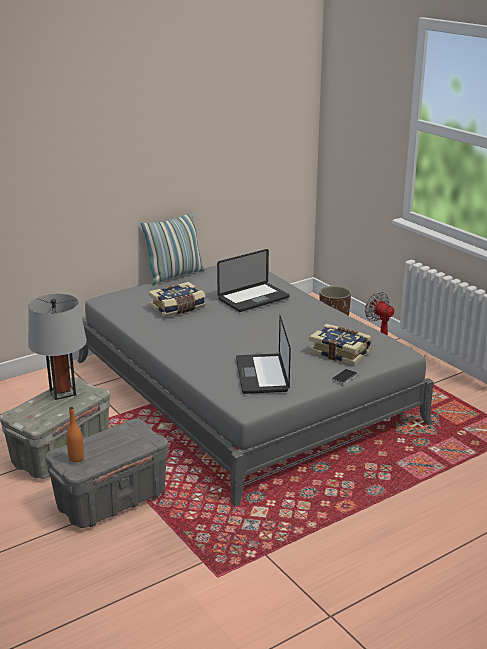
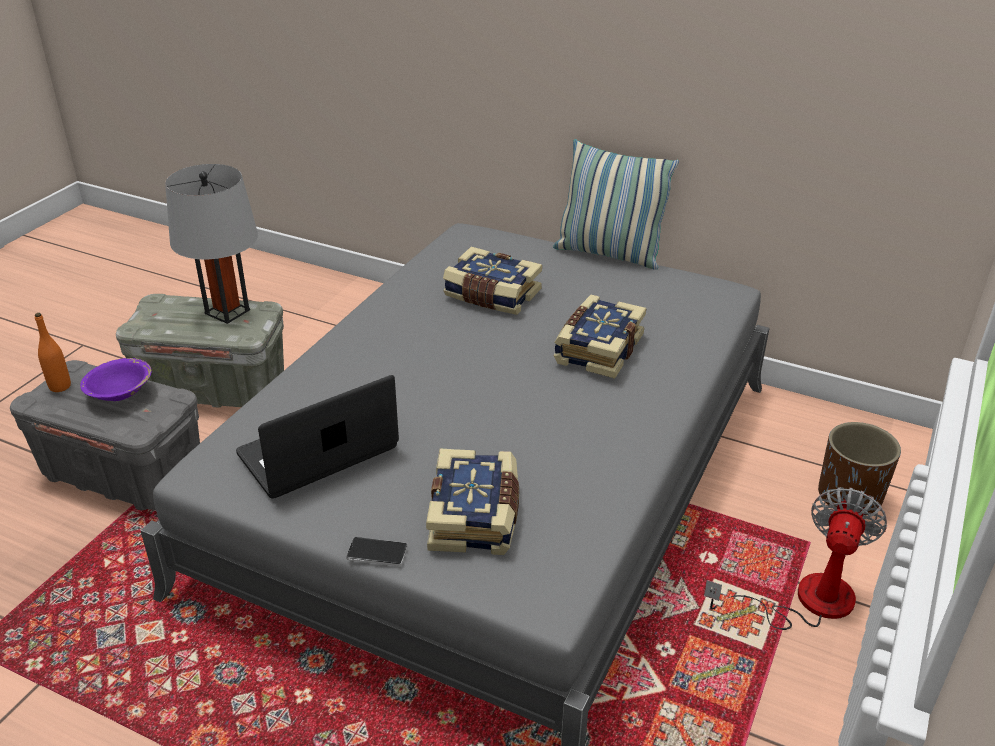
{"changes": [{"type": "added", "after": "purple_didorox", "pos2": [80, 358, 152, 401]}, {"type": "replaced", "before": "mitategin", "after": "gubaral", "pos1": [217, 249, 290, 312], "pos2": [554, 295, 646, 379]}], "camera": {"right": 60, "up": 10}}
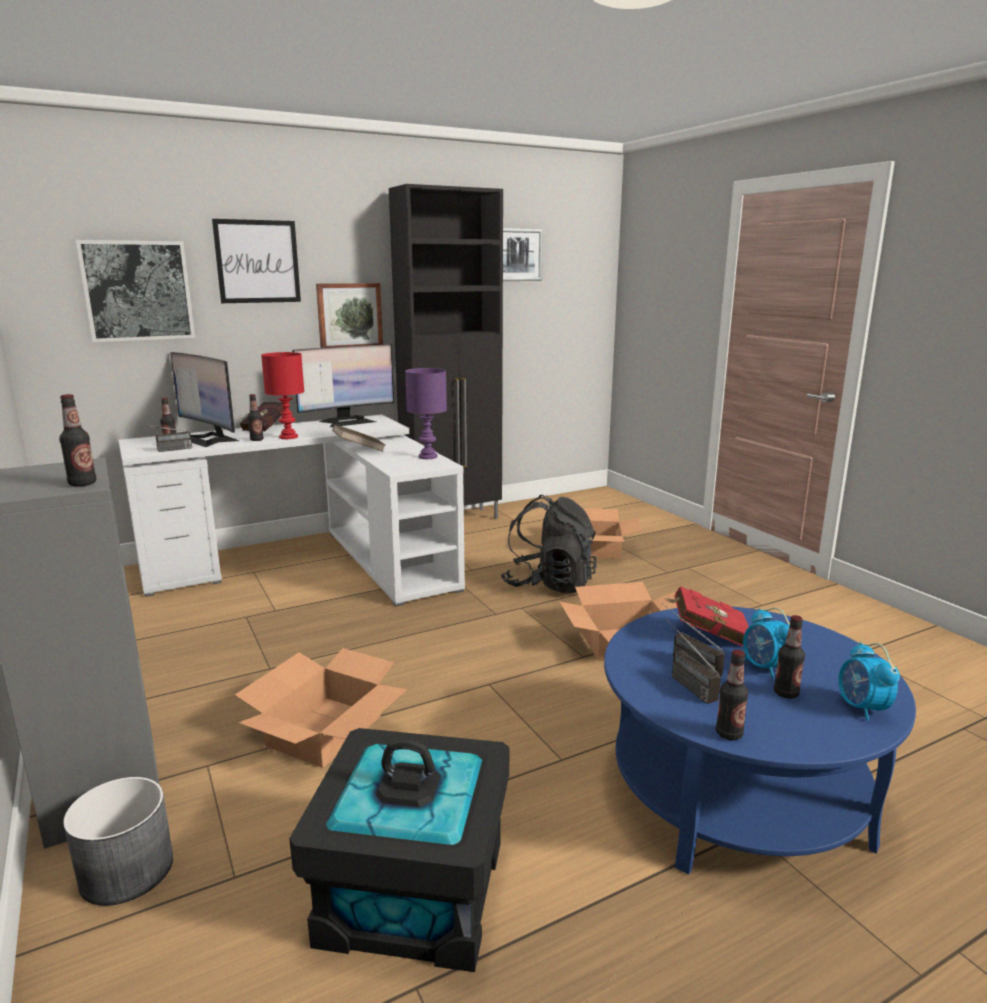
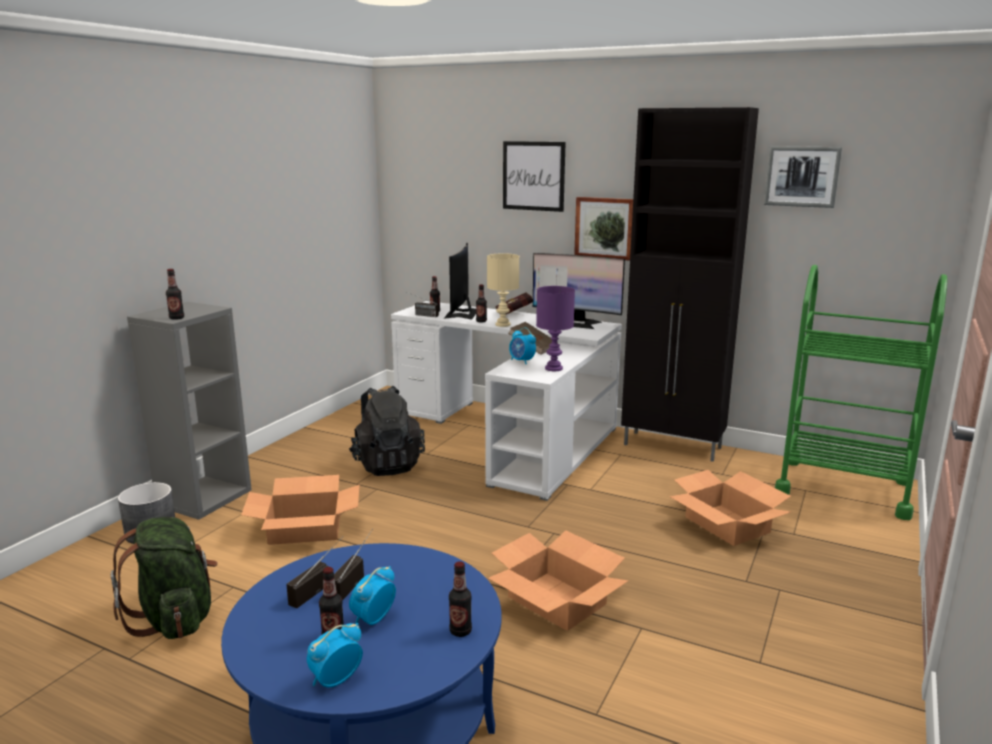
{"changes": [{"type": "removed", "before": "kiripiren", "pos1": [76, 240, 195, 342]}, {"type": "removed", "before": "red_gubaral", "pos1": [664, 586, 749, 647]}, {"type": "added", "after": "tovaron", "pos2": [509, 327, 536, 364]}, {"type": "added", "after": "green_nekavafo", "pos2": [775, 265, 947, 520]}, {"type": "moved", "before": "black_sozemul", "pos1": [501, 495, 597, 593], "pos2": [349, 386, 425, 476]}, {"type": "moved", "before": "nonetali", "pos1": [716, 650, 748, 740], "pos2": [449, 561, 472, 637]}, {"type": "replaced", "before": "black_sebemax", "after": "green_sozemul", "pos1": [289, 728, 509, 972], "pos2": [111, 517, 218, 639]}, {"type": "recoloured", "before": "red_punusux", "after": "beige_punusux", "pos1": [261, 352, 304, 439], "pos2": [487, 253, 519, 327]}], "camera": {"right": 55, "up": 0}}
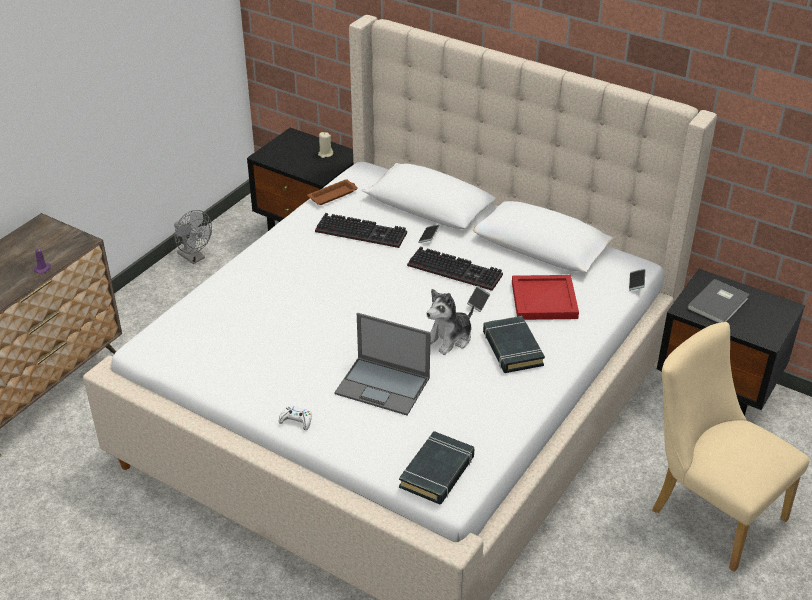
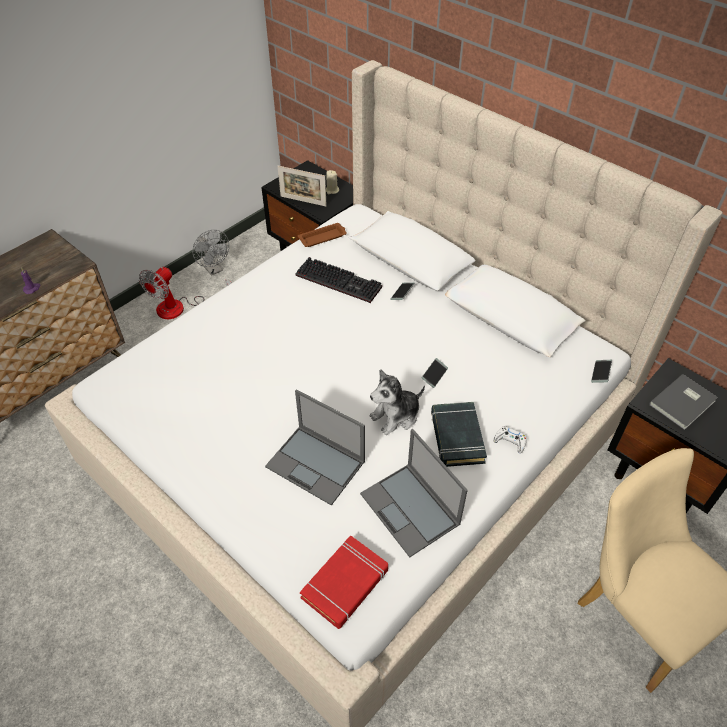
{"changes": [{"type": "removed", "before": "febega", "pos1": [407, 246, 503, 291]}, {"type": "removed", "before": "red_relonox", "pos1": [512, 275, 579, 320]}, {"type": "added", "after": "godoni", "pos2": [139, 267, 232, 319]}, {"type": "added", "after": "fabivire", "pos2": [277, 166, 327, 206]}, {"type": "added", "after": "mitategin", "pos2": [360, 429, 468, 558]}, {"type": "moved", "before": "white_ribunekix", "pos1": [279, 406, 312, 430], "pos2": [493, 426, 527, 453]}, {"type": "recoloured", "before": "black_gubaral", "after": "red_gubaral", "pos1": [399, 431, 474, 504], "pos2": [300, 535, 388, 629]}], "camera": {"right": 10, "up": 10}}
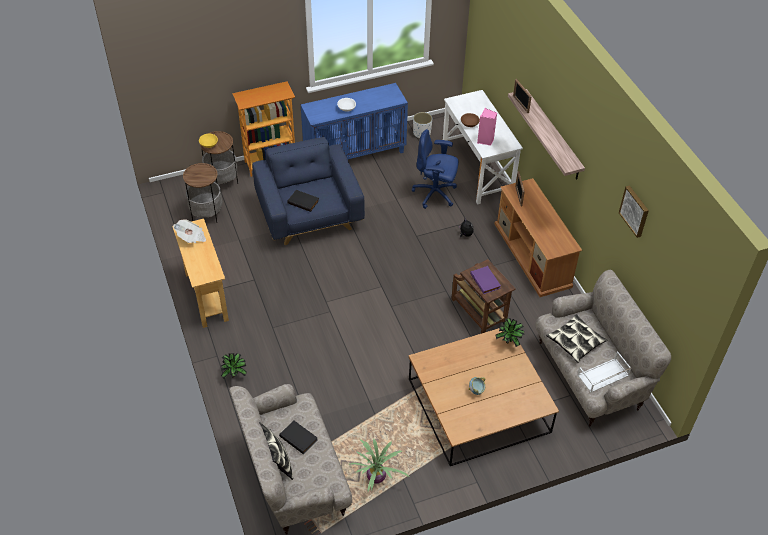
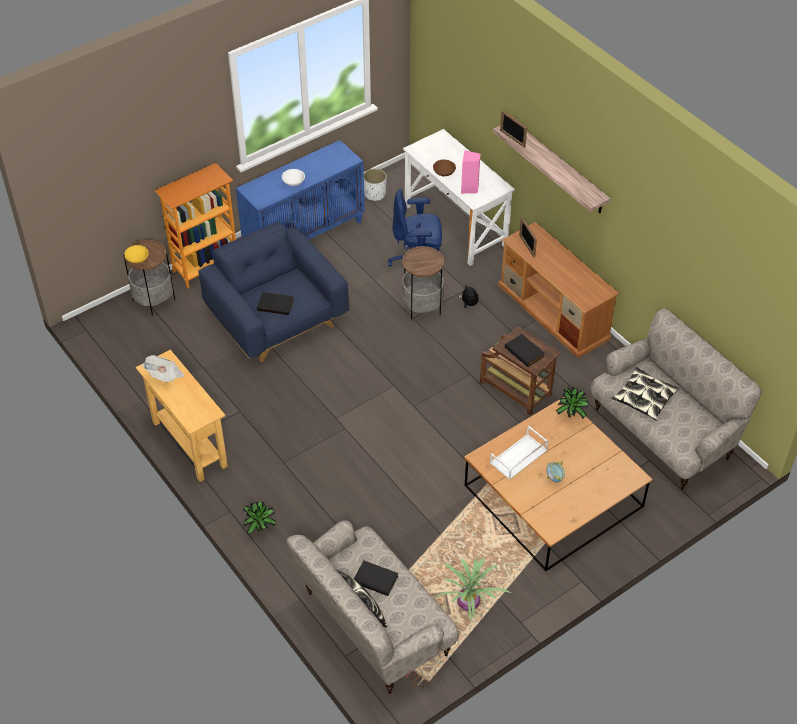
{"changes": [{"type": "removed", "before": "kiripiren", "pos1": [619, 186, 649, 238]}, {"type": "moved", "before": "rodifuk", "pos1": [183, 163, 223, 223], "pos2": [401, 246, 444, 321]}, {"type": "moved", "before": "white_relonox", "pos1": [577, 351, 632, 393], "pos2": [490, 425, 548, 480]}, {"type": "recoloured", "before": "purple_gubaral", "after": "black_gubaral", "pos1": [470, 266, 501, 294], "pos2": [505, 334, 545, 367]}], "camera": {"right": -15, "up": 0}}
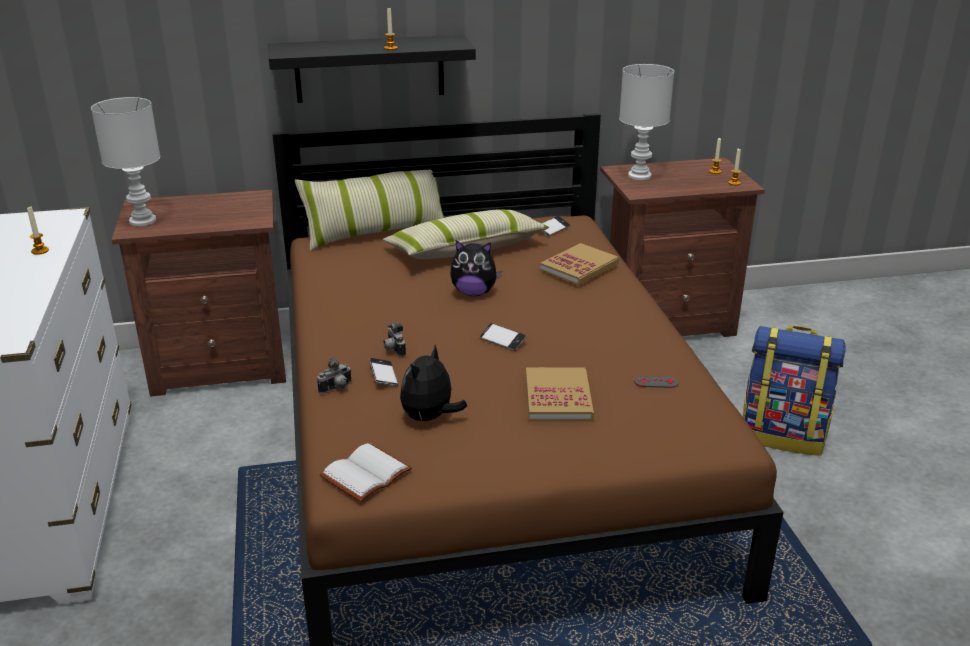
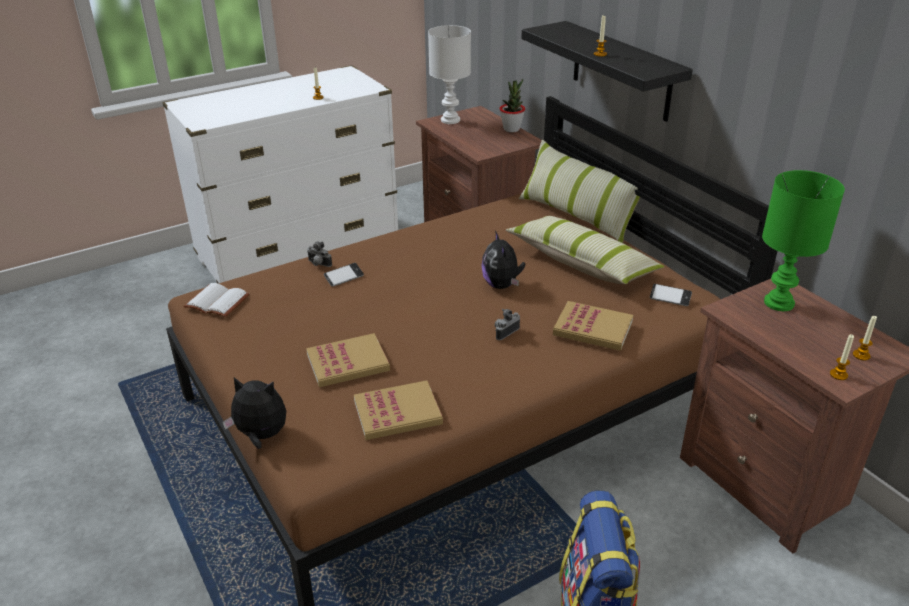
{"changes": [{"type": "removed", "before": "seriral", "pos1": [480, 323, 526, 351]}, {"type": "added", "after": "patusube", "pos2": [499, 79, 525, 132]}, {"type": "moved", "before": "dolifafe", "pos1": [383, 322, 406, 357], "pos2": [495, 309, 520, 340]}, {"type": "moved", "before": "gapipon", "pos1": [400, 345, 467, 423], "pos2": [222, 377, 286, 449]}, {"type": "replaced", "before": "grey_ribunekix", "after": "gubaral", "pos1": [634, 375, 679, 388], "pos2": [354, 381, 443, 440]}, {"type": "recoloured", "before": "white_punusux", "after": "green_punusux", "pos1": [619, 64, 674, 180], "pos2": [762, 170, 845, 311]}], "camera": {"right": 70, "up": 5}}
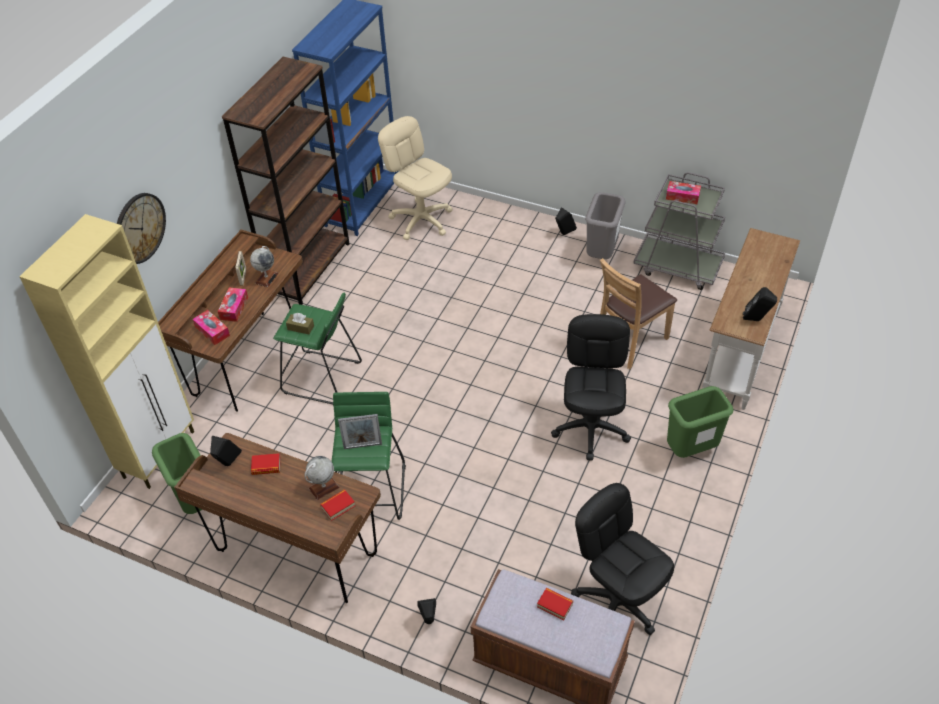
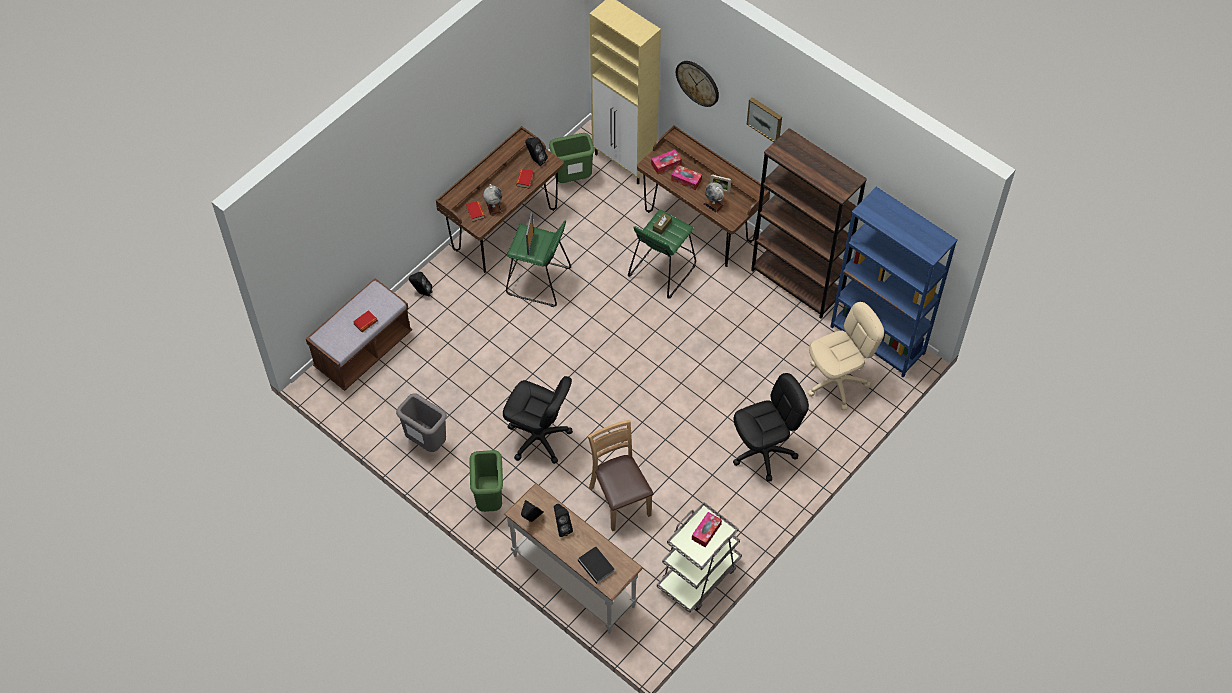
{"changes": [{"type": "added", "after": "gubaral", "pos2": [578, 547, 615, 588]}, {"type": "added", "after": "kiripiren", "pos2": [747, 97, 782, 142]}, {"type": "moved", "before": "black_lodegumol", "pos1": [555, 207, 577, 235], "pos2": [554, 504, 573, 537]}, {"type": "moved", "before": "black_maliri", "pos1": [571, 483, 674, 635], "pos2": [733, 373, 809, 482]}, {"type": "moved", "before": "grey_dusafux", "pos1": [585, 192, 626, 259], "pos2": [396, 393, 447, 452]}], "camera": {"right": 105, "up": 10}}
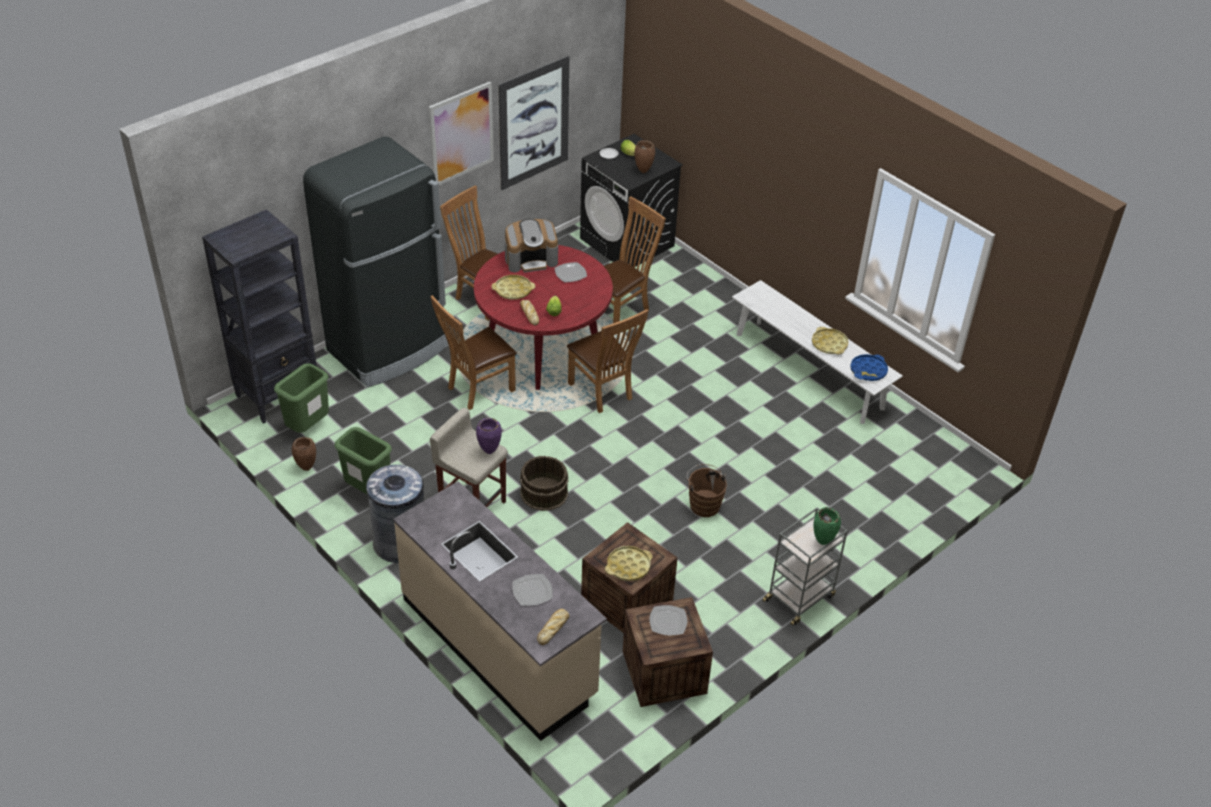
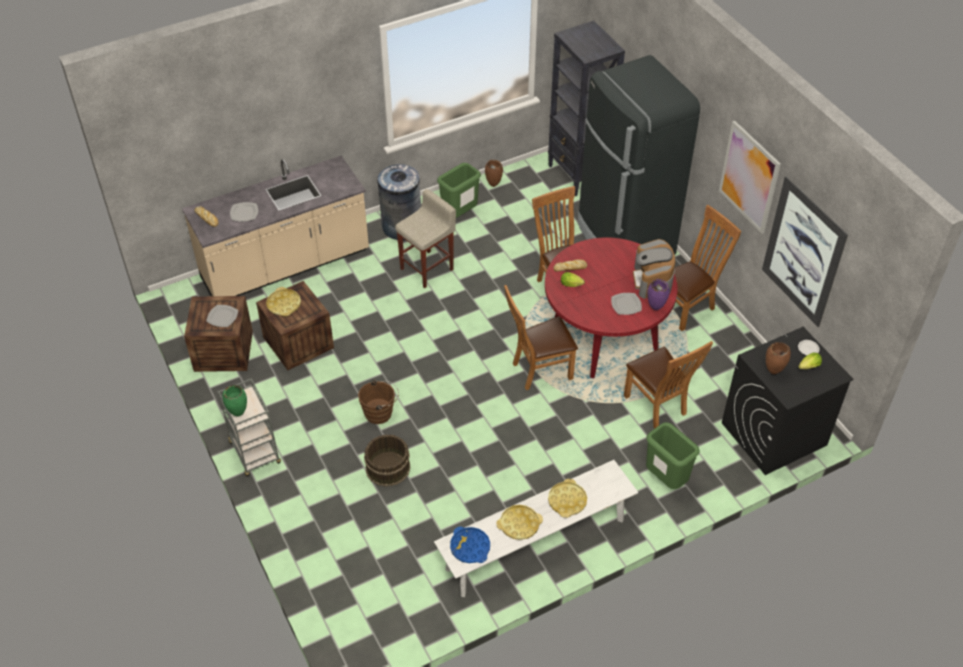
{"changes": [{"type": "moved", "before": "green_dusafux", "pos1": [274, 363, 329, 433], "pos2": [646, 422, 700, 489]}, {"type": "moved", "before": "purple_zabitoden", "pos1": [476, 418, 502, 454], "pos2": [647, 279, 670, 310]}, {"type": "moved", "before": "yellow_relonox", "pos1": [491, 275, 535, 300], "pos2": [548, 479, 587, 518]}, {"type": "moved", "before": "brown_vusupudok", "pos1": [520, 456, 568, 511], "pos2": [364, 434, 411, 487]}], "camera": {"right": 105, "up": 5}}
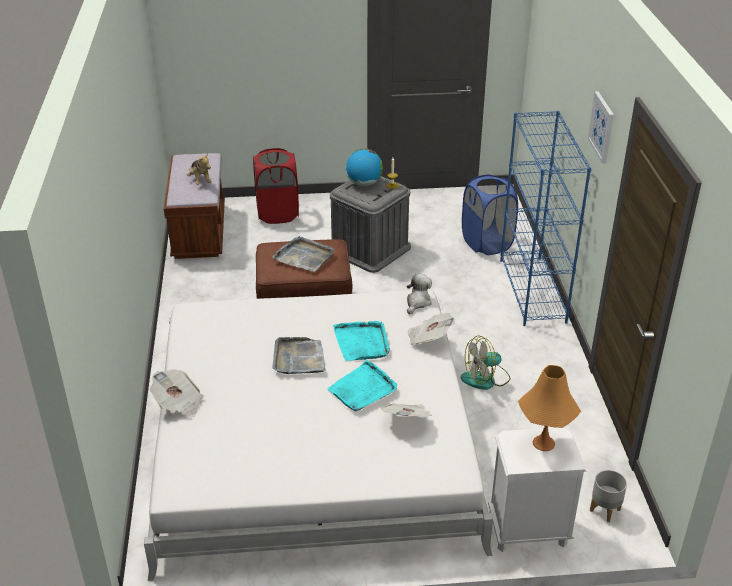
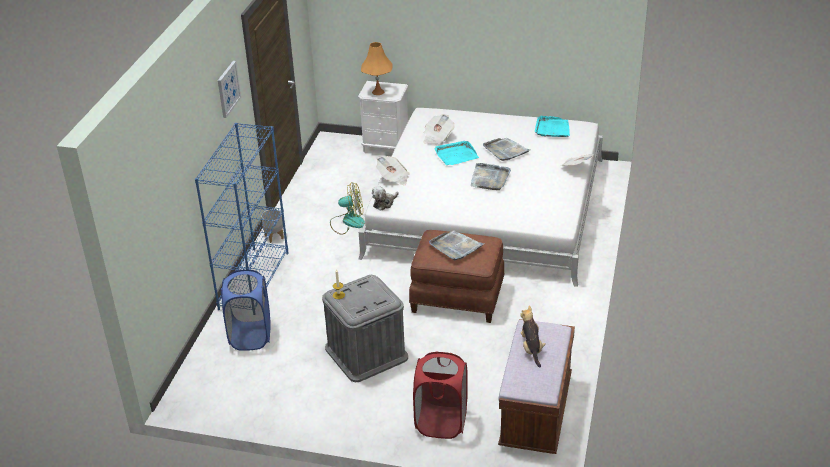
{"changes": [{"type": "removed", "before": "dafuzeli", "pos1": [346, 149, 383, 186]}, {"type": "added", "after": "grey_relonox", "pos2": [483, 138, 530, 161]}, {"type": "moved", "before": "turquoise_relonox", "pos1": [333, 321, 390, 361], "pos2": [535, 116, 570, 137]}, {"type": "moved", "before": "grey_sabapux", "pos1": [590, 470, 627, 522], "pos2": [261, 209, 284, 243]}], "camera": {"right": -160, "up": 0}}
